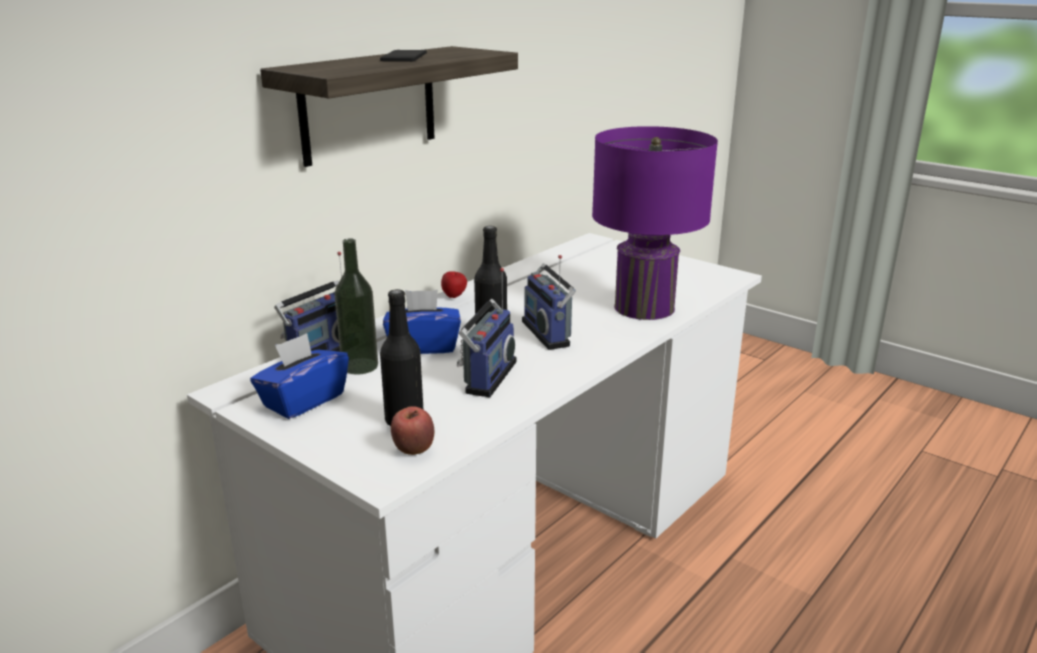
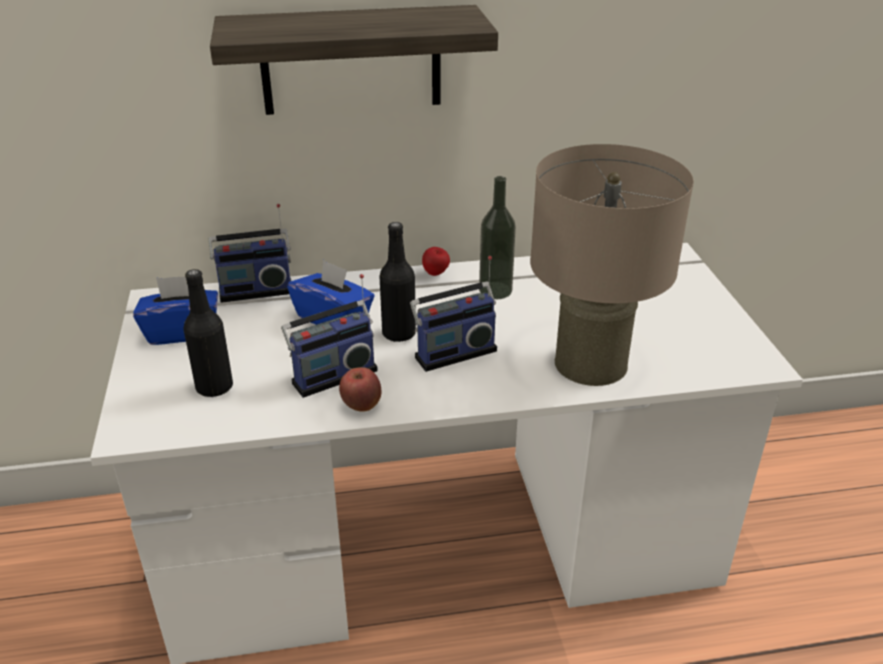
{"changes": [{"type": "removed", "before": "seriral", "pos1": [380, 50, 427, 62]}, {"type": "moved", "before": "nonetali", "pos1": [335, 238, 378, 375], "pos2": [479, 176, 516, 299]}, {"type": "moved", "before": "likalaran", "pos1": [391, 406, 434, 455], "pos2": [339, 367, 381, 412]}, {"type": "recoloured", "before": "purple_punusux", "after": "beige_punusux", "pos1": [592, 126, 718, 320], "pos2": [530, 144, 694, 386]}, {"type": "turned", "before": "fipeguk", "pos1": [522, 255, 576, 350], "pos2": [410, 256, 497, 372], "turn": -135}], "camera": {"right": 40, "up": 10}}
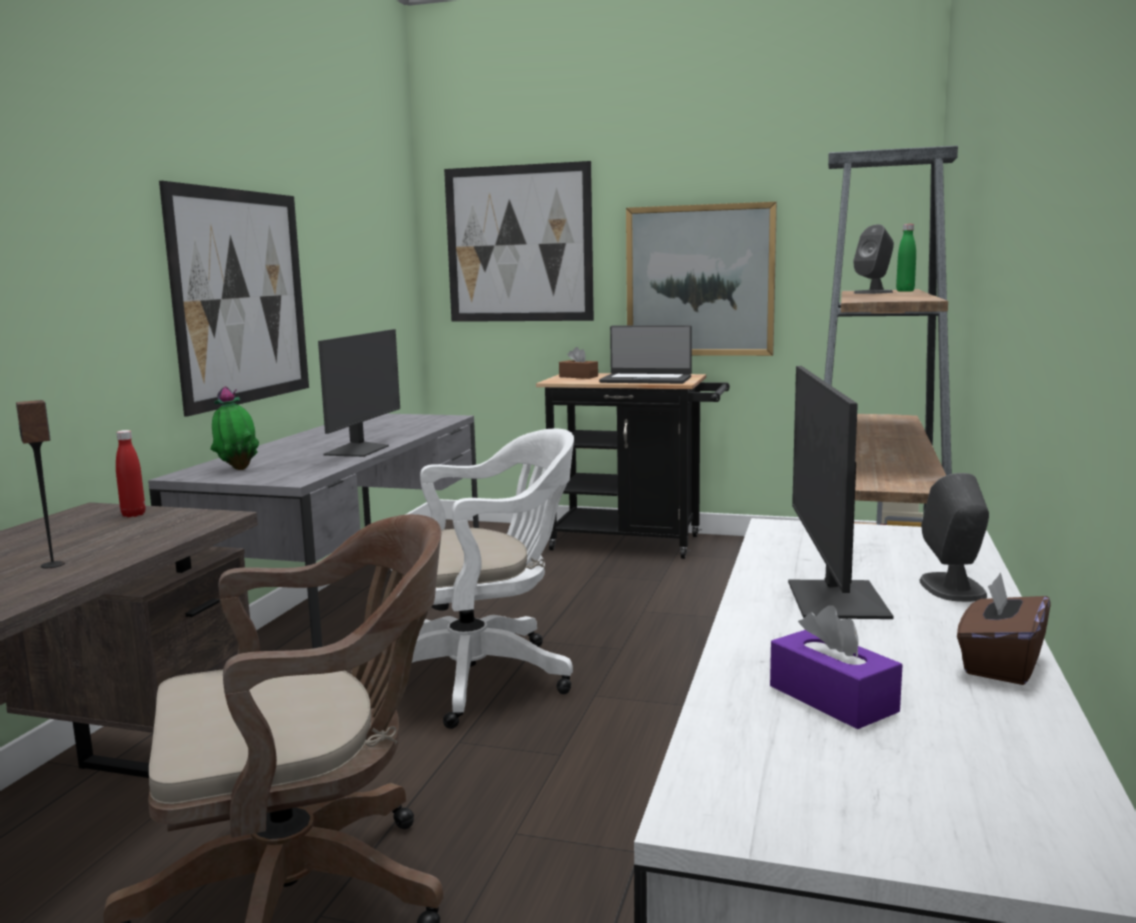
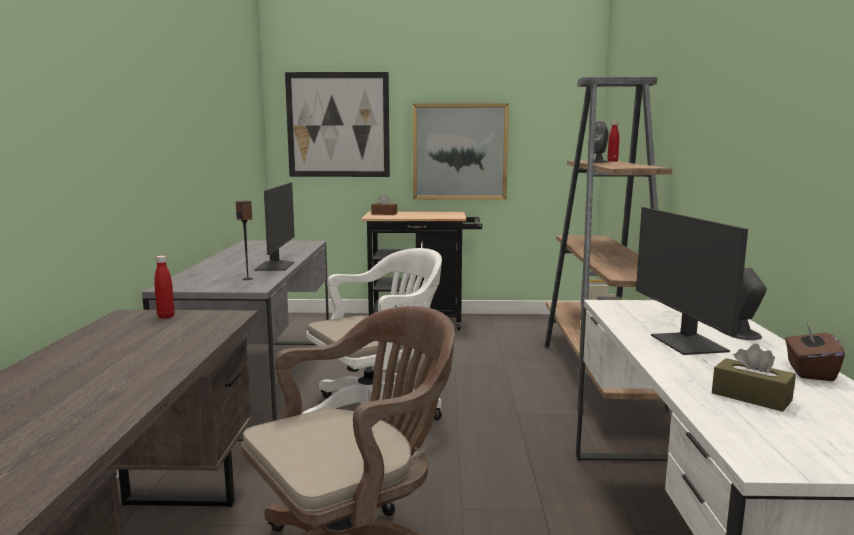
{"changes": [{"type": "removed", "before": "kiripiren", "pos1": [159, 181, 309, 417]}, {"type": "removed", "before": "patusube", "pos1": [211, 386, 259, 470]}, {"type": "removed", "before": "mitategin", "pos1": [599, 325, 692, 384]}, {"type": "moved", "before": "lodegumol", "pos1": [16, 400, 65, 568], "pos2": [236, 201, 253, 280]}, {"type": "recoloured", "before": "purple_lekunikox", "after": "brown_lekunikox", "pos1": [770, 605, 902, 729], "pos2": [712, 344, 796, 412]}, {"type": "recoloured", "before": "green_nonetali", "after": "red_nonetali", "pos1": [896, 224, 916, 292], "pos2": [607, 121, 619, 162]}], "camera": {"right": -15, "up": 0}}
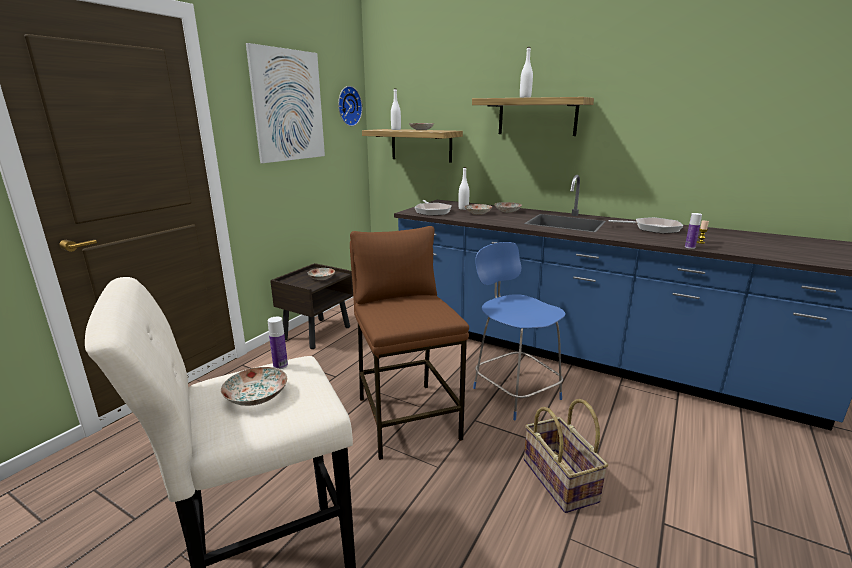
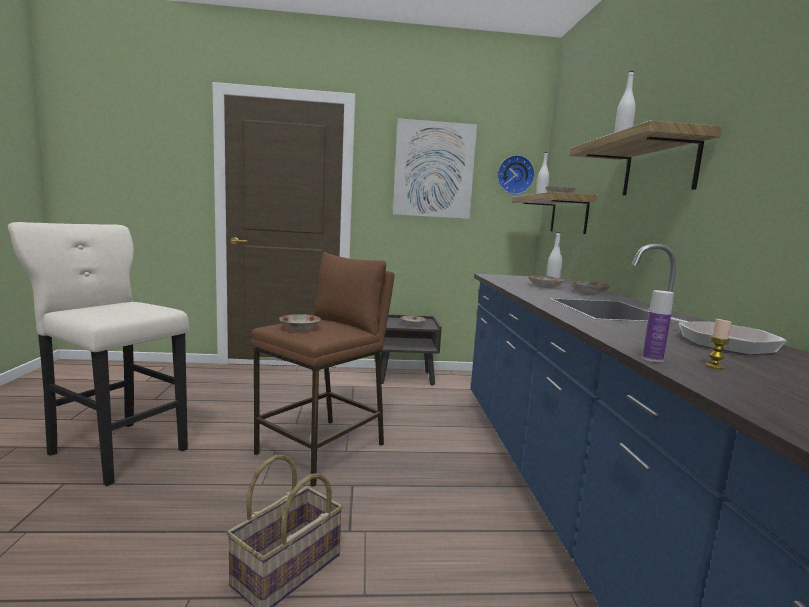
{"changes": [{"type": "removed", "before": "nonetali", "pos1": [268, 317, 288, 369]}, {"type": "removed", "before": "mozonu", "pos1": [414, 200, 452, 216]}, {"type": "removed", "before": "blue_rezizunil", "pos1": [473, 242, 566, 420]}, {"type": "moved", "before": "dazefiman", "pos1": [221, 367, 287, 406], "pos2": [279, 314, 321, 331]}], "camera": {"right": 55, "up": -10}}
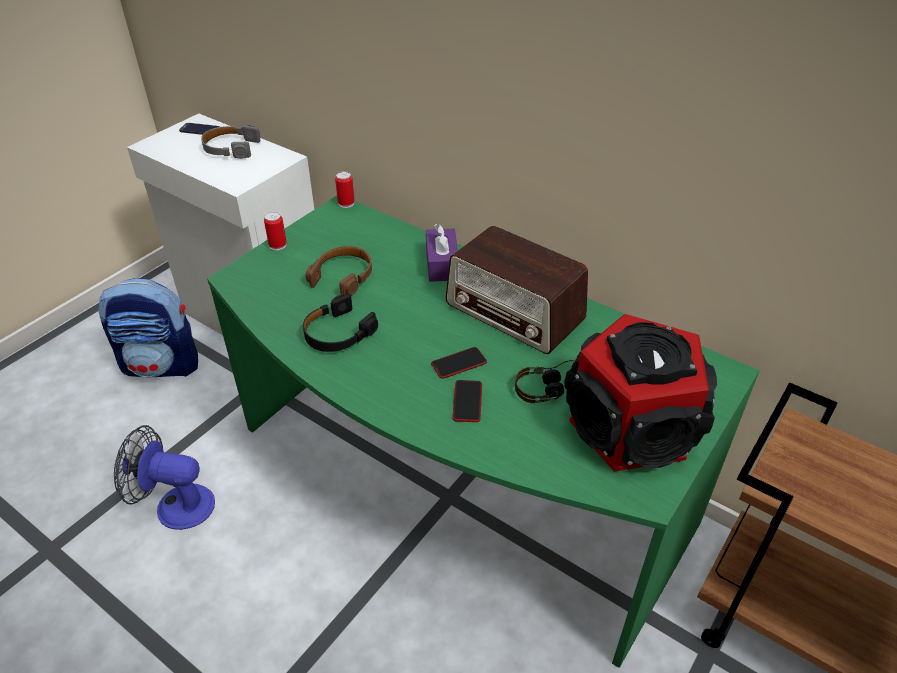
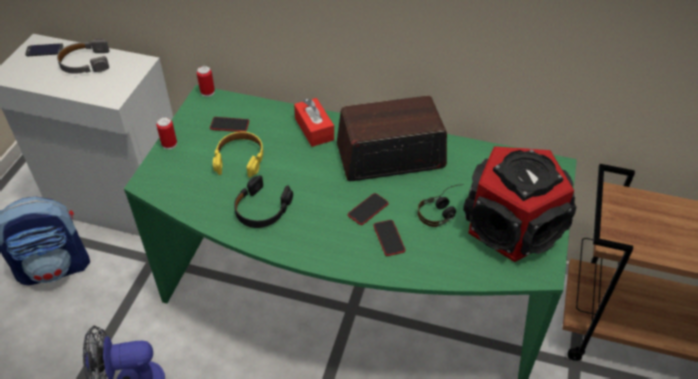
{"changes": [{"type": "added", "after": "seriral", "pos2": [210, 117, 249, 132]}, {"type": "recoloured", "before": "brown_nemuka", "after": "yellow_nemuka", "pos1": [306, 246, 372, 296], "pos2": [213, 131, 263, 178]}, {"type": "recoloured", "before": "purple_lekunikox", "after": "red_lekunikox", "pos1": [426, 224, 458, 282], "pos2": [294, 98, 334, 147]}, {"type": "turned", "before": "fipeguk", "pos1": [446, 225, 588, 354], "pos2": [337, 96, 447, 181], "turn": 150}], "camera": {"right": -20, "up": 5}}
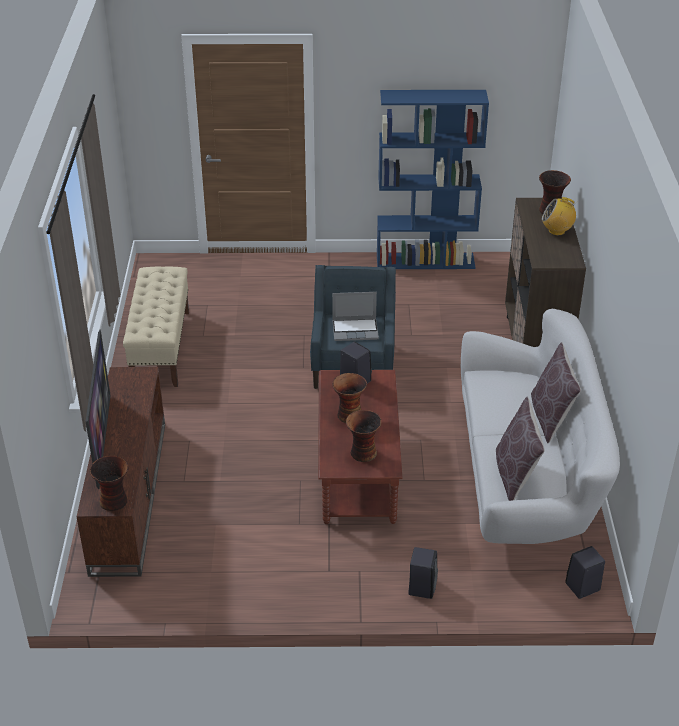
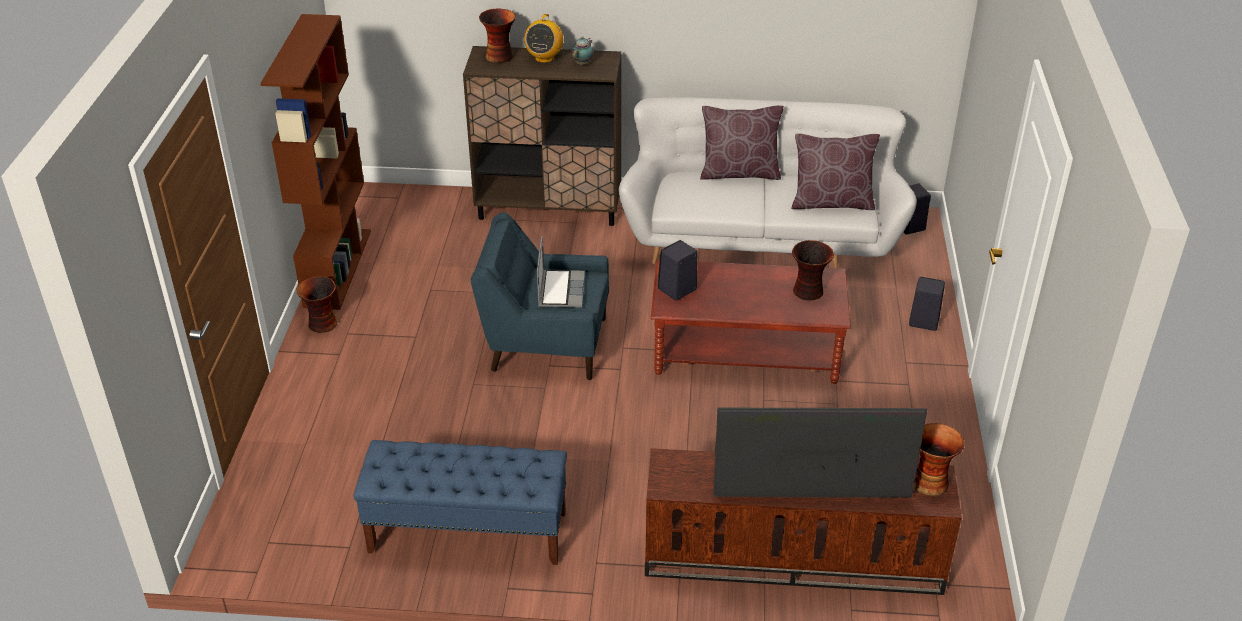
{"changes": [{"type": "added", "after": "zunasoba", "pos2": [572, 36, 593, 65]}, {"type": "moved", "before": "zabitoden", "pos1": [332, 373, 367, 423], "pos2": [296, 276, 337, 333]}, {"type": "recoloured", "before": "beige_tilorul", "after": "blue_tilorul", "pos1": [123, 266, 189, 387], "pos2": [354, 440, 567, 565]}, {"type": "recoloured", "before": "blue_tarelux", "after": "brown_tarelux", "pos1": [377, 90, 489, 269], "pos2": [260, 14, 371, 310]}], "camera": {"right": -85, "up": 0}}
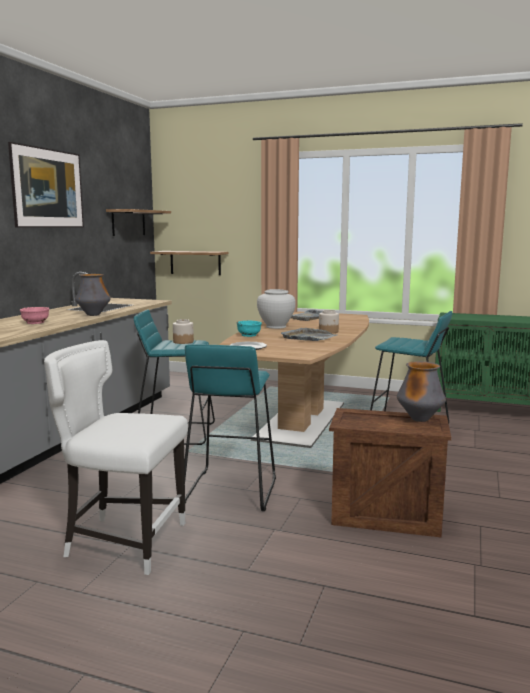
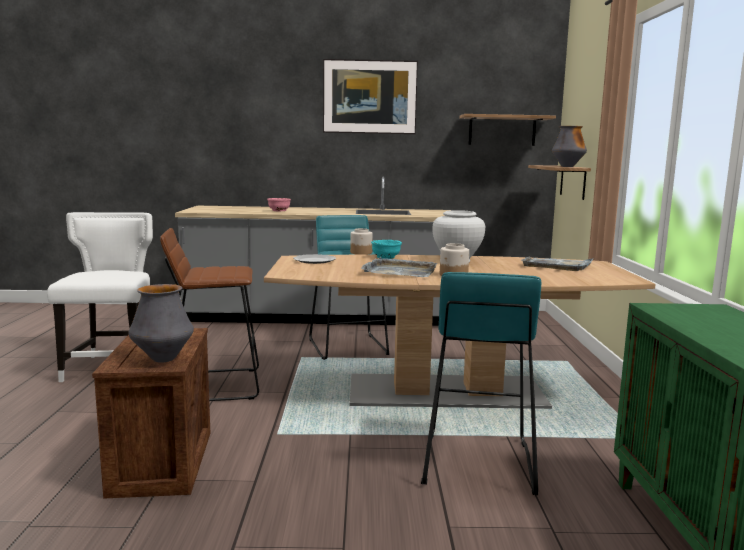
{"changes": [{"type": "moved", "before": "zabitoden", "pos1": [75, 274, 111, 316], "pos2": [552, 126, 587, 167]}, {"type": "recoloured", "before": "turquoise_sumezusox", "after": "brown_sumezusox", "pos1": [184, 344, 276, 511], "pos2": [160, 228, 259, 401]}], "camera": {"right": 70, "up": 0}}
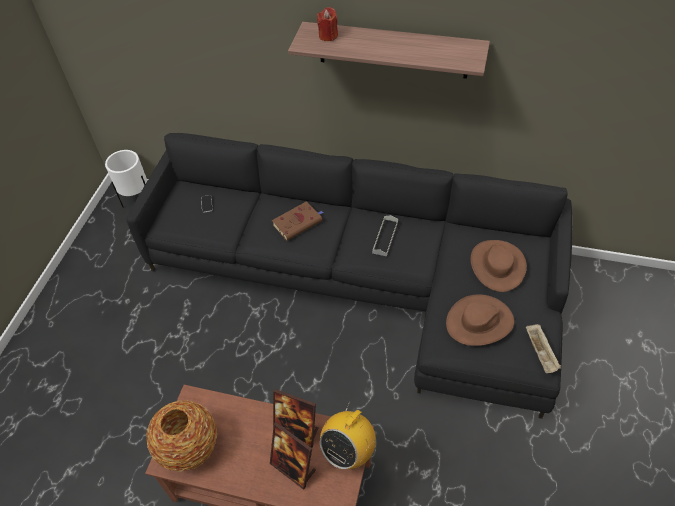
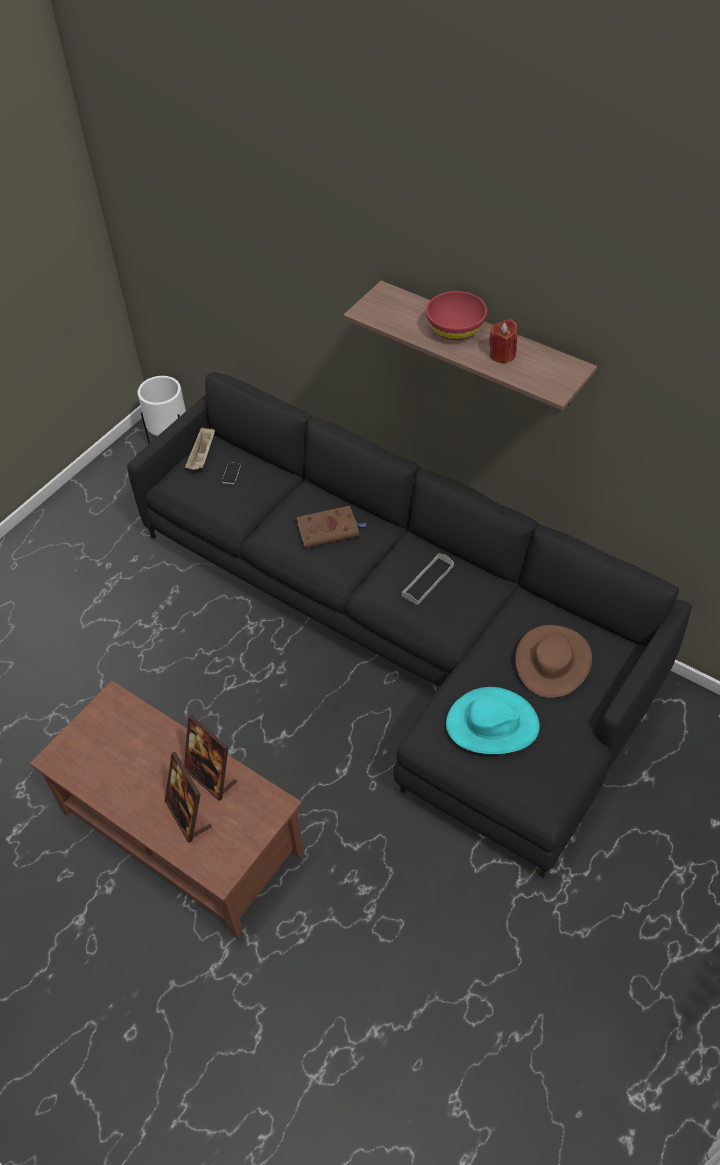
{"changes": [{"type": "removed", "before": "zabitoden", "pos1": [146, 400, 217, 472]}, {"type": "removed", "before": "fipeguk", "pos1": [320, 399, 376, 469]}, {"type": "added", "after": "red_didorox", "pos2": [426, 291, 487, 341]}, {"type": "moved", "before": "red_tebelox", "pos1": [317, 7, 338, 41], "pos2": [489, 319, 518, 364]}, {"type": "moved", "before": "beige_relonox", "pos1": [526, 324, 561, 373], "pos2": [185, 427, 215, 469]}, {"type": "recoloured", "before": "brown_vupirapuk", "after": "turquoise_vupirapuk", "pos1": [446, 295, 514, 346], "pos2": [446, 687, 540, 754]}], "camera": {"right": 20, "up": 0}}
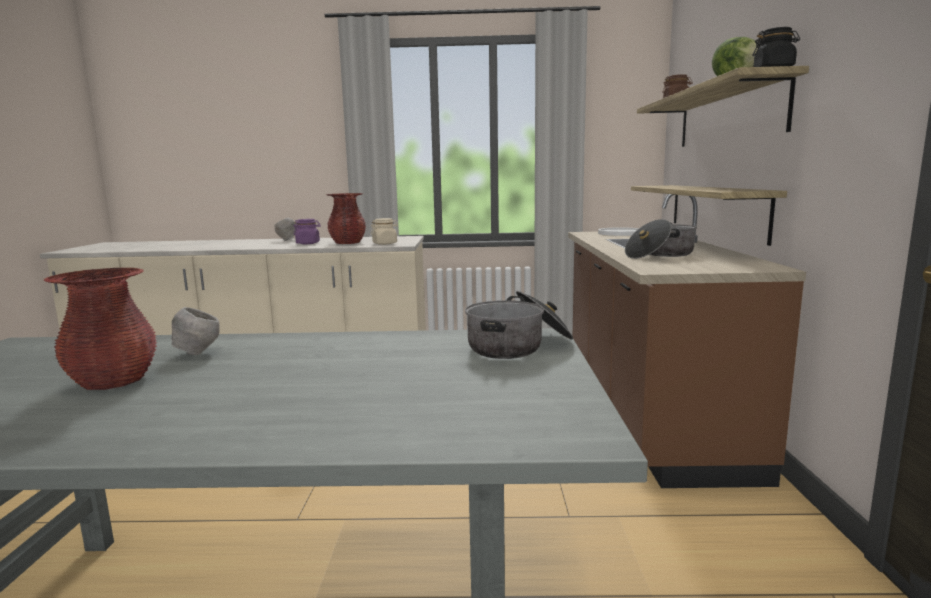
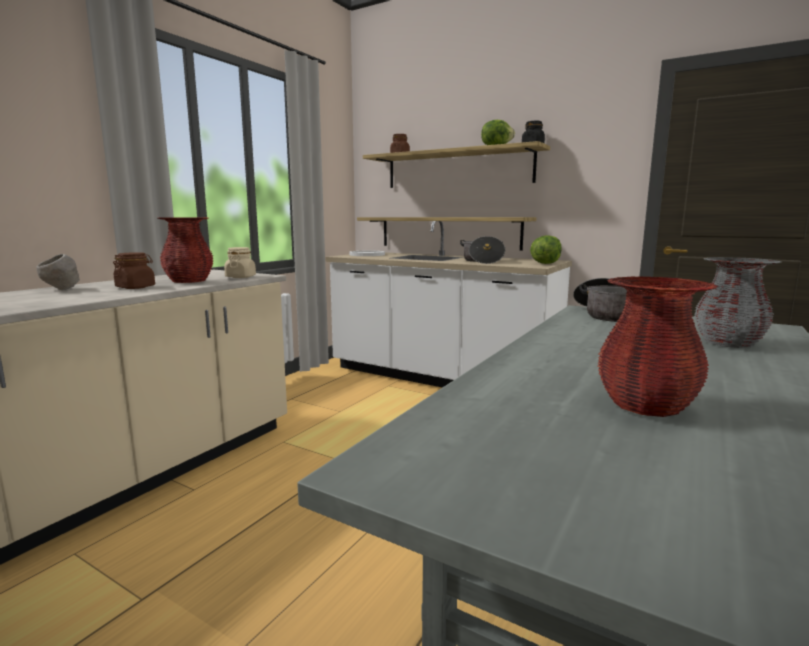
{"changes": [{"type": "removed", "before": "grey_didorox", "pos1": [171, 307, 220, 355]}, {"type": "added", "after": "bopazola", "pos2": [530, 235, 562, 264]}, {"type": "added", "after": "grey_zabitoden", "pos2": [694, 257, 781, 348]}, {"type": "recoloured", "before": "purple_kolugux", "after": "brown_kolugux", "pos1": [293, 219, 321, 244], "pos2": [113, 252, 155, 289]}, {"type": "recoloured", "before": "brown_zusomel", "after": "white_zusomel", "pos1": [568, 194, 806, 488], "pos2": [325, 221, 572, 388]}], "camera": {"right": -60, "up": 0}}
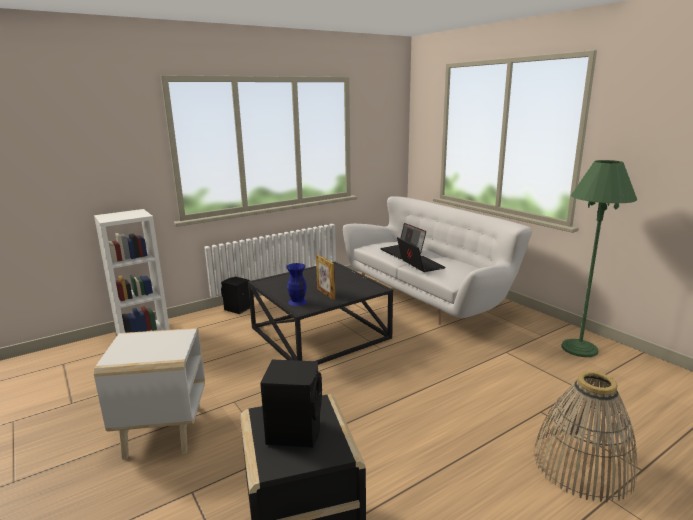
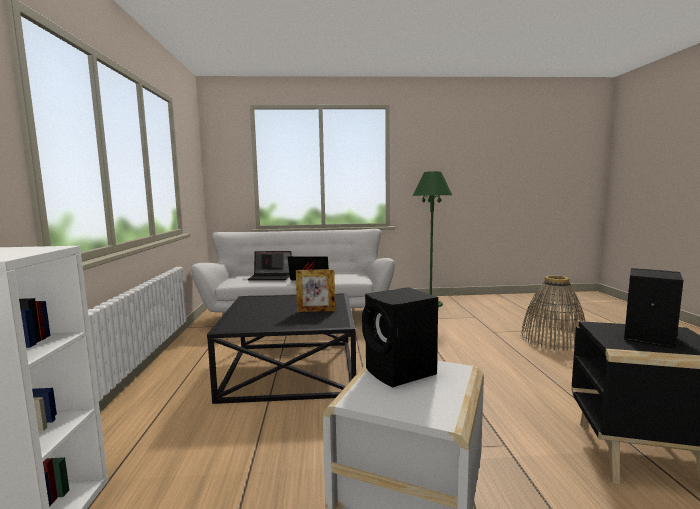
{"changes": [{"type": "removed", "before": "blue_zabitoden", "pos1": [286, 263, 307, 306]}, {"type": "moved", "before": "black_lodegumol", "pos1": [221, 276, 250, 314], "pos2": [362, 287, 438, 387]}], "camera": {"right": -60, "up": -10}}
